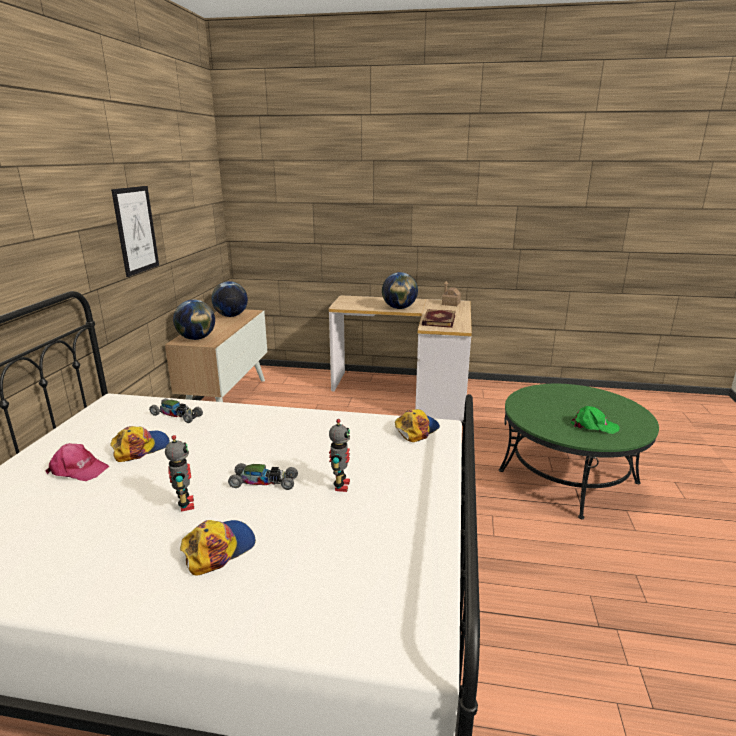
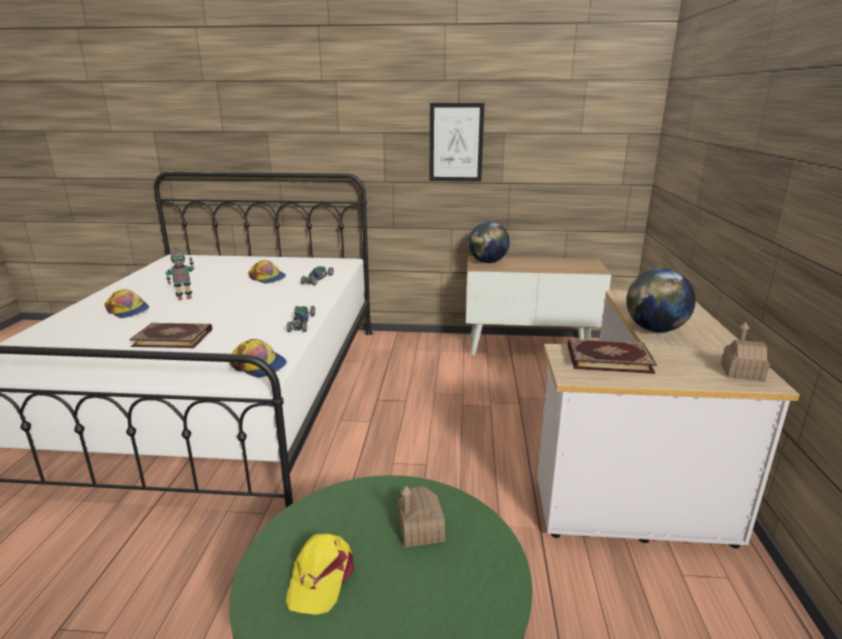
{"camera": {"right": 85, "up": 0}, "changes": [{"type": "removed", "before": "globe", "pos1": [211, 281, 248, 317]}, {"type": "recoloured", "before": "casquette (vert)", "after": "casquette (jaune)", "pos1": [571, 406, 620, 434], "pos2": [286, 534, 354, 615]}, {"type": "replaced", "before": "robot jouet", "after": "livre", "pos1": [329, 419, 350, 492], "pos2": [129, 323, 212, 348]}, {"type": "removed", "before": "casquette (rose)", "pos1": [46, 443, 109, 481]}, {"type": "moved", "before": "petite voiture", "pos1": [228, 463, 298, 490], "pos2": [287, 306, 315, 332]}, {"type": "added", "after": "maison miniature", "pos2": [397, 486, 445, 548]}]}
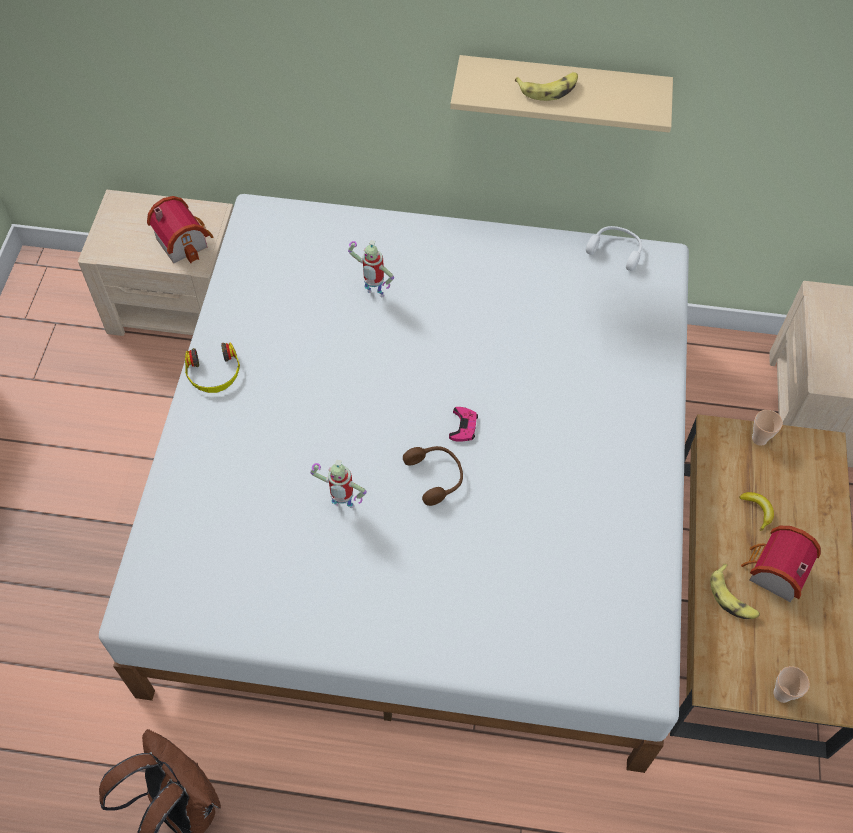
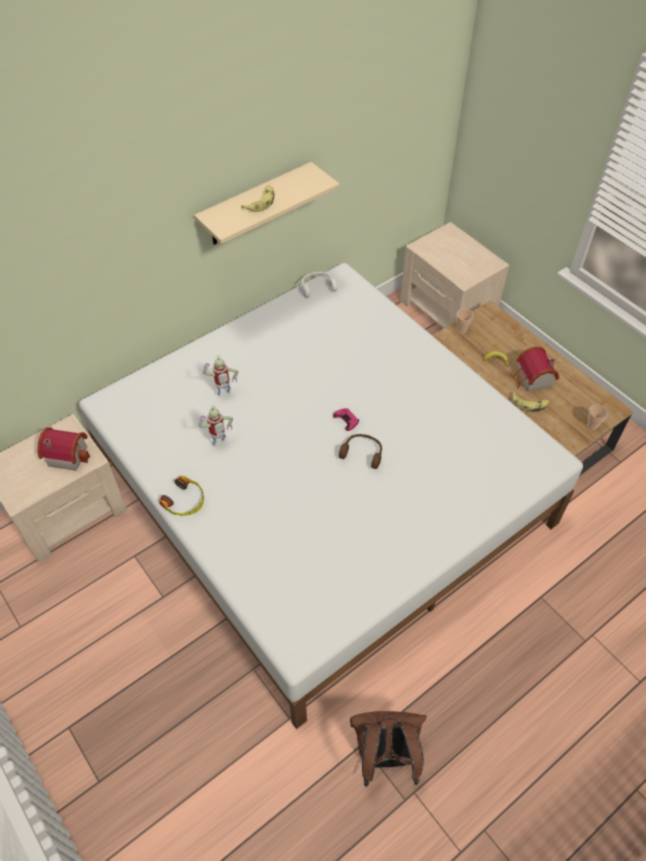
{"camera": {"right": -45, "up": -5}, "changes": [{"type": "moved", "before": "robot jouet", "pos1": [310, 460, 367, 508], "pos2": [199, 404, 233, 446]}]}
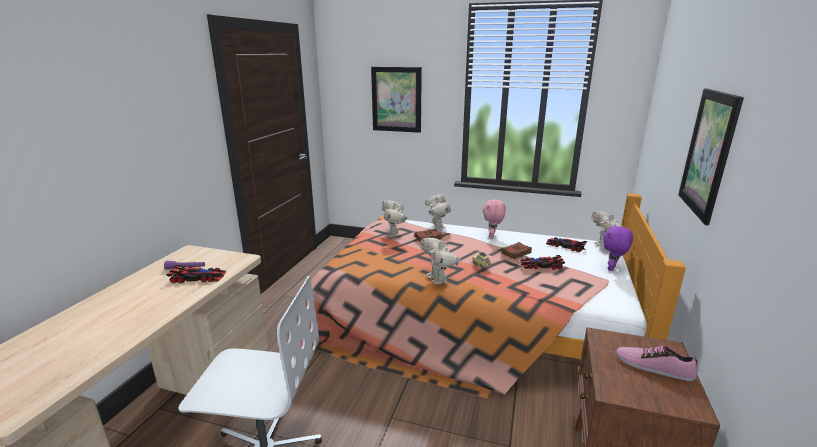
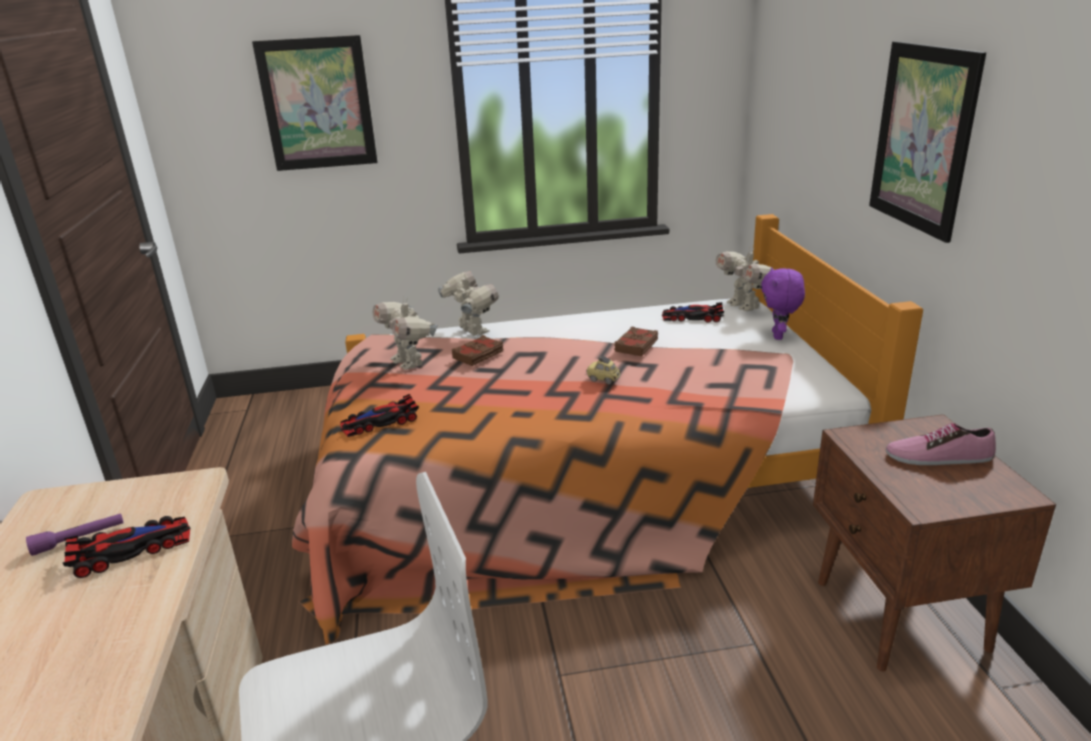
{"camera": {"right": -25, "up": 5}, "changes": [{"type": "removed", "before": "peluche (rose)", "pos1": [483, 199, 505, 238]}, {"type": "removed", "before": "robot jouet", "pos1": [420, 237, 461, 284]}, {"type": "moved", "before": "petite voiture", "pos1": [520, 255, 565, 270], "pos2": [340, 394, 419, 437]}]}
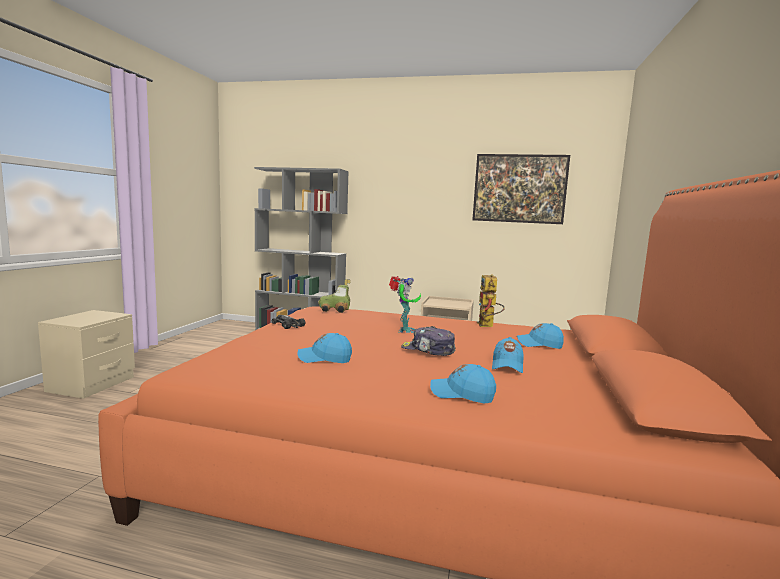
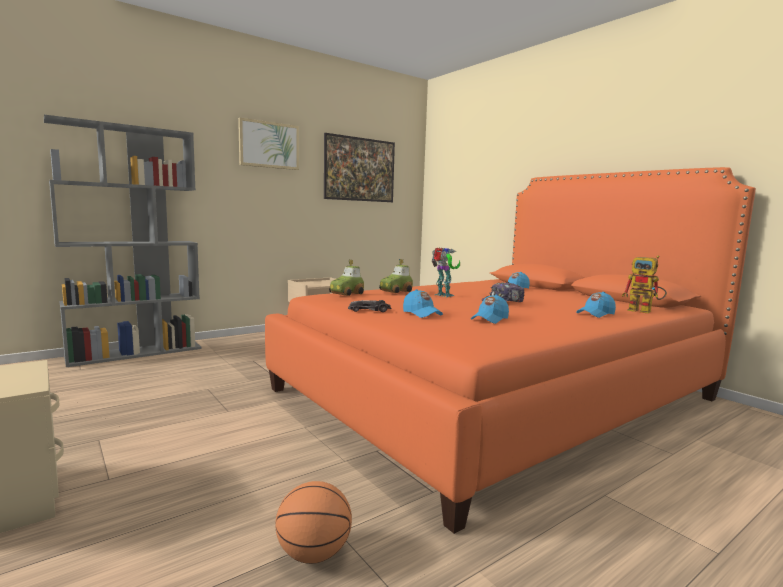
{"camera": {"right": -50, "up": 0}, "changes": [{"type": "moved", "before": "robot jouet", "pos1": [477, 274, 505, 327], "pos2": [622, 255, 667, 313]}, {"type": "moved", "before": "casquette (bleu)", "pos1": [492, 337, 524, 373], "pos2": [403, 289, 443, 318]}, {"type": "added", "after": "tableau", "pos2": [238, 118, 299, 170]}, {"type": "added", "after": "petite voiture", "pos2": [379, 259, 413, 293]}, {"type": "added", "after": "ballon de basket", "pos2": [275, 481, 352, 564]}]}
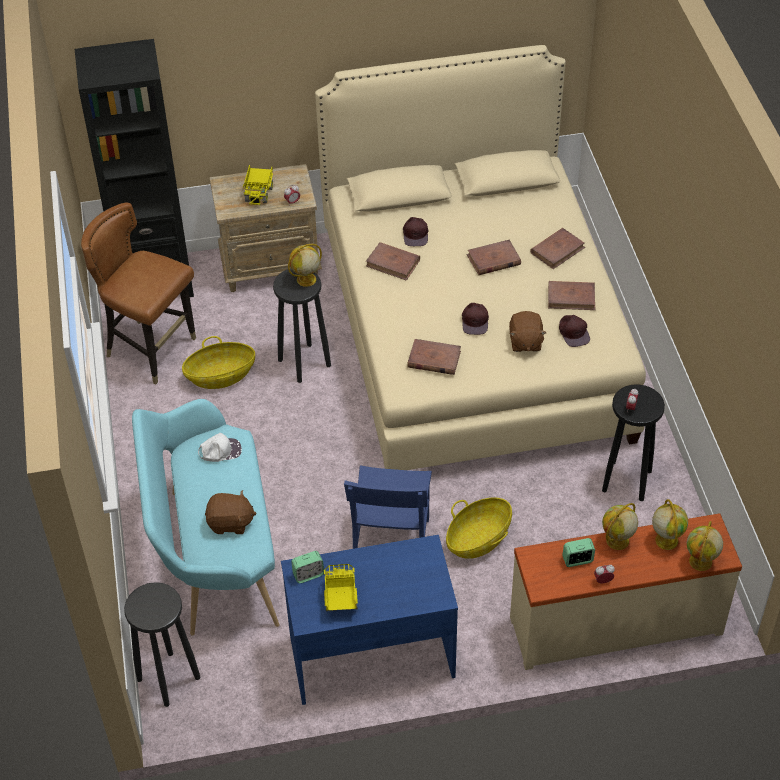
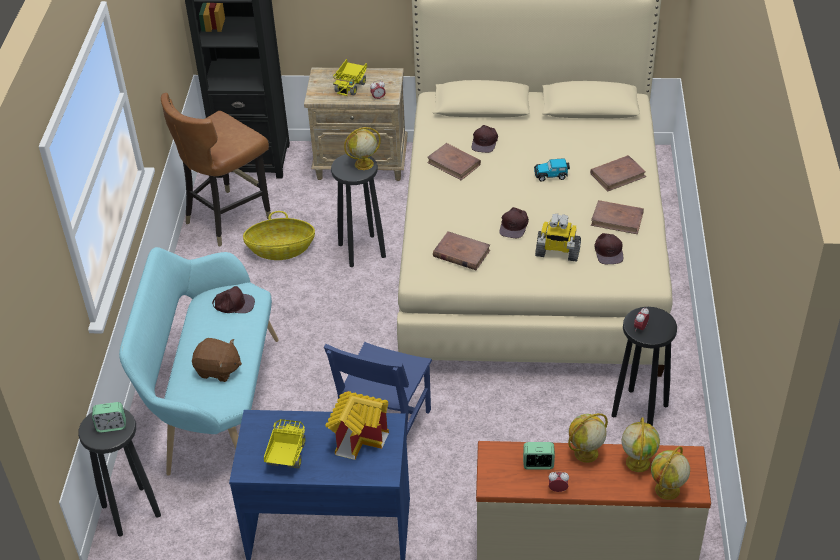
{"camera": {"right": 15, "up": -5}, "changes": [{"type": "turned", "before": "chaise (marron)", "pos1": [81, 202, 196, 385], "pos2": [161, 93, 272, 247], "turn": -90}, {"type": "replaced", "before": "livre (marron)", "after": "petite voiture", "pos1": [467, 240, 521, 275], "pos2": [534, 158, 570, 181]}, {"type": "replaced", "before": "peluche (marron)", "after": "robot jouet", "pos1": [509, 311, 546, 352], "pos2": [535, 214, 581, 262]}, {"type": "recoloured", "before": "casquette (blanc)", "after": "casquette (marron)", "pos1": [198, 433, 242, 462], "pos2": [212, 286, 255, 313]}, {"type": "removed", "before": "panier", "pos1": [446, 497, 512, 559]}, {"type": "moved", "before": "réveil", "pos1": [291, 551, 324, 583], "pos2": [92, 402, 126, 433]}, {"type": "added", "after": "maison miniature", "pos2": [326, 391, 389, 460]}]}
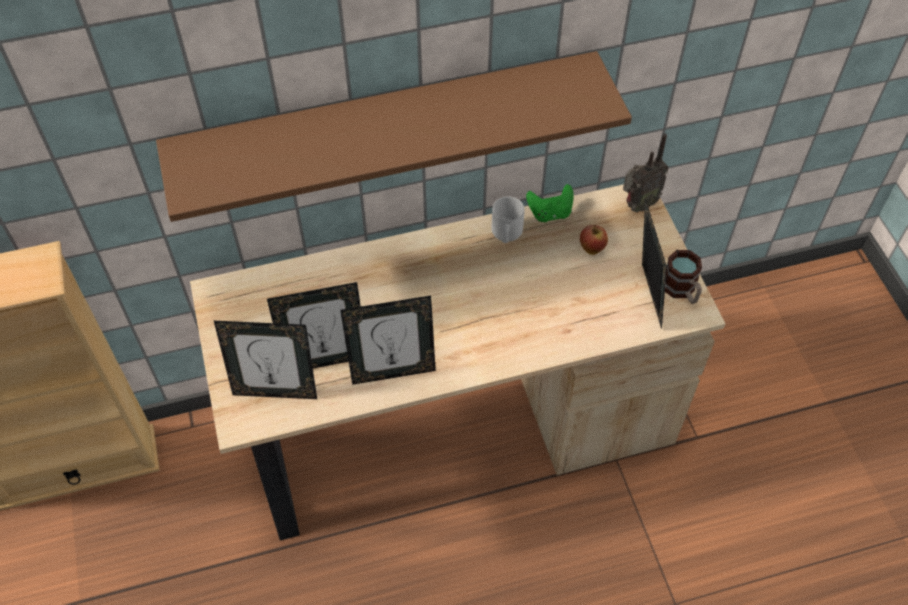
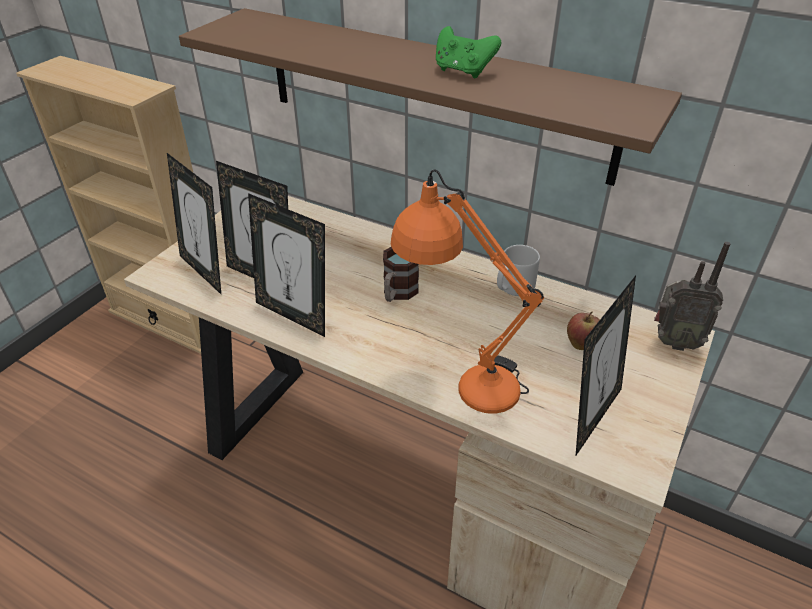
{"camera": {"right": 45, "up": -15}, "changes": [{"type": "moved", "before": "manette (vert)", "pos1": [526, 184, 573, 222], "pos2": [436, 26, 501, 78]}, {"type": "moved", "before": "mug", "pos1": [665, 250, 702, 304], "pos2": [383, 247, 419, 302]}, {"type": "added", "after": "lampe de table (orange)", "pos2": [391, 169, 544, 414]}]}
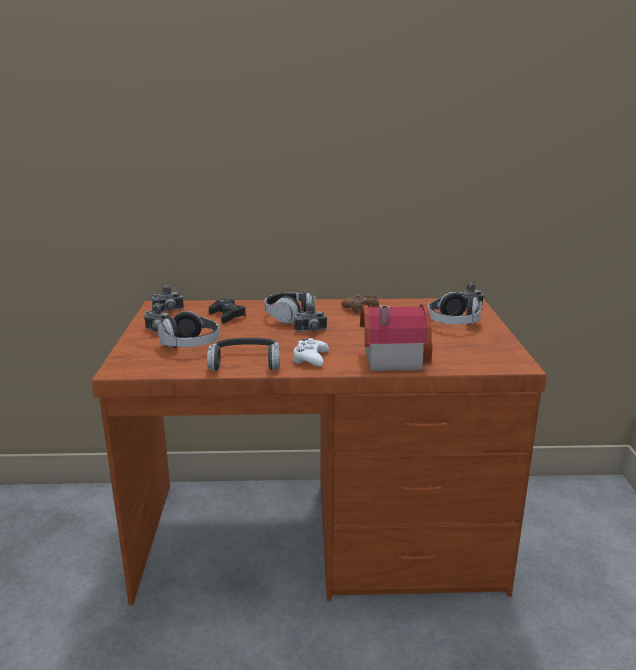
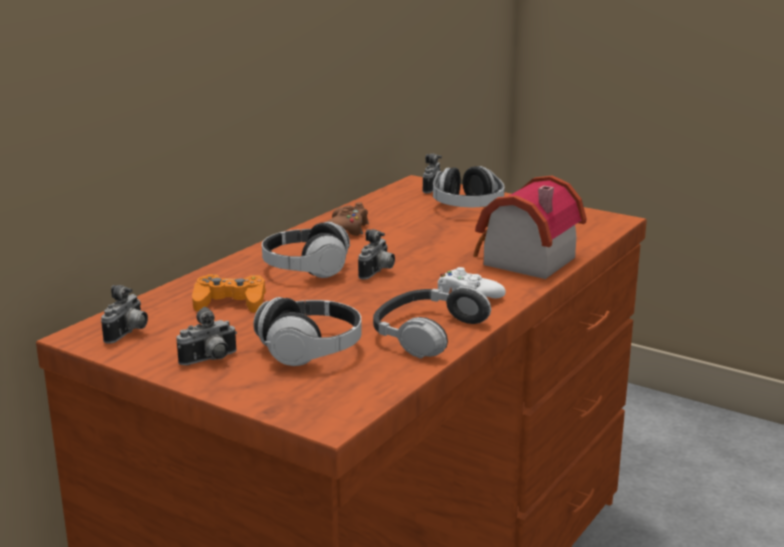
{"camera": {"right": -55, "up": 0}, "changes": [{"type": "recoloured", "before": "manette (noir)", "after": "manette (orange)", "pos1": [209, 299, 246, 324], "pos2": [192, 274, 266, 313]}]}
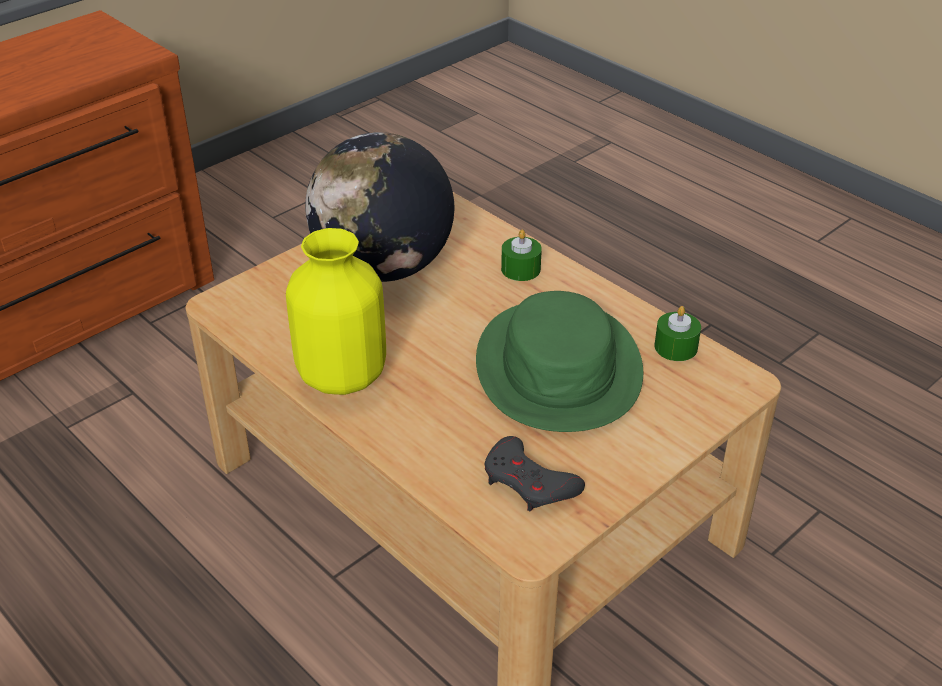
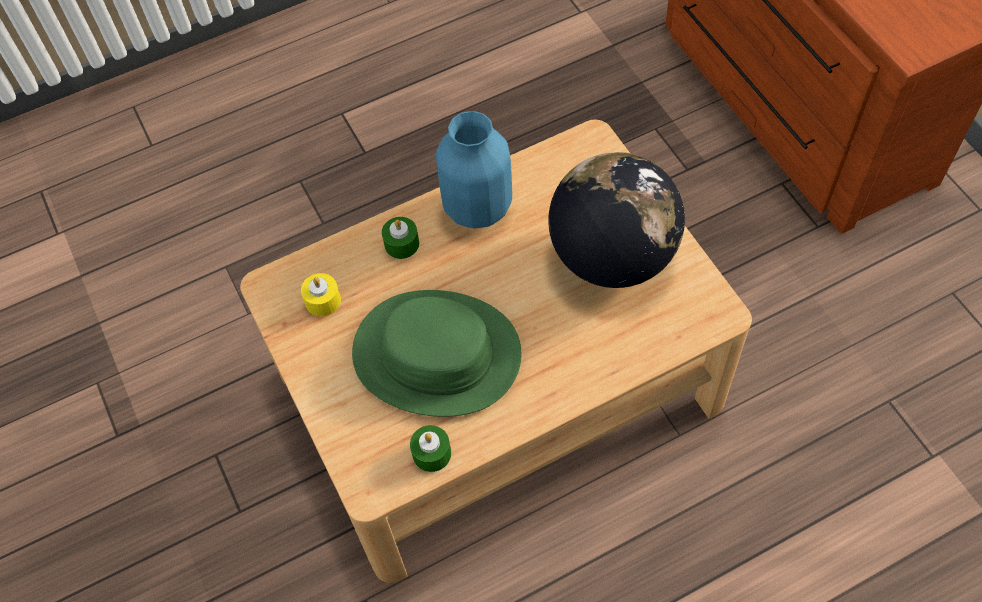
{"camera": {"right": 110, "up": 20}, "changes": [{"type": "recoloured", "before": "vase (jaune)", "after": "vase (bleu)", "pos1": [286, 228, 386, 395], "pos2": [436, 111, 512, 229]}, {"type": "moved", "before": "bougie (vert)", "pos1": [501, 229, 542, 281], "pos2": [382, 217, 419, 259]}, {"type": "replaced", "before": "manette (gris)", "after": "bougie (jaune)", "pos1": [485, 436, 585, 511], "pos2": [301, 273, 341, 316]}]}
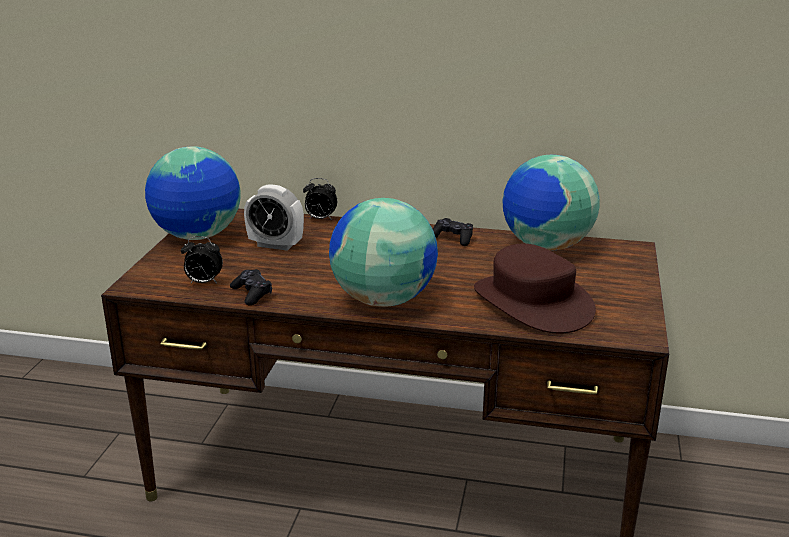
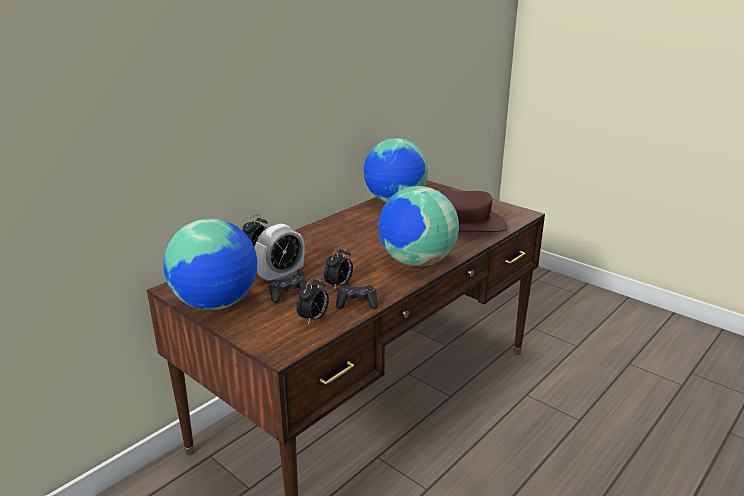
{"camera": {"right": -60, "up": 0}, "changes": [{"type": "moved", "before": "manette (noir)", "pos1": [433, 218, 473, 246], "pos2": [269, 274, 308, 303]}, {"type": "added", "after": "réveil", "pos2": [324, 246, 353, 290]}]}
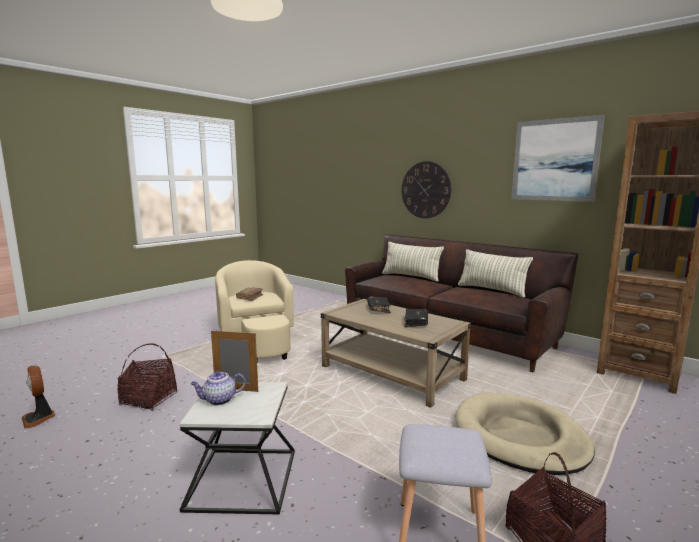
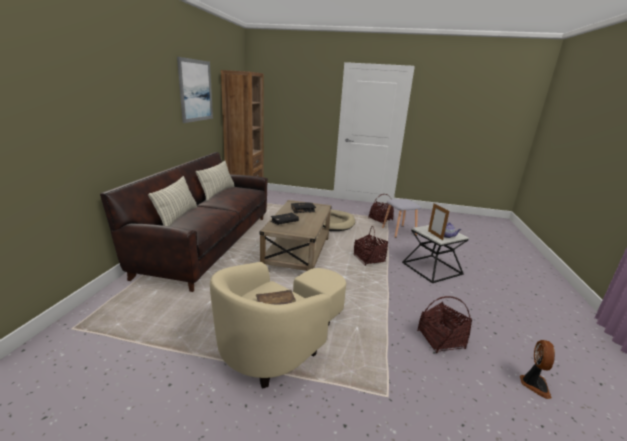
{"camera": {"right": -120, "up": 10}, "changes": [{"type": "removed", "before": "horloge murale", "pos1": [402, 161, 451, 218]}, {"type": "added", "after": "panier", "pos2": [354, 226, 388, 266]}]}
